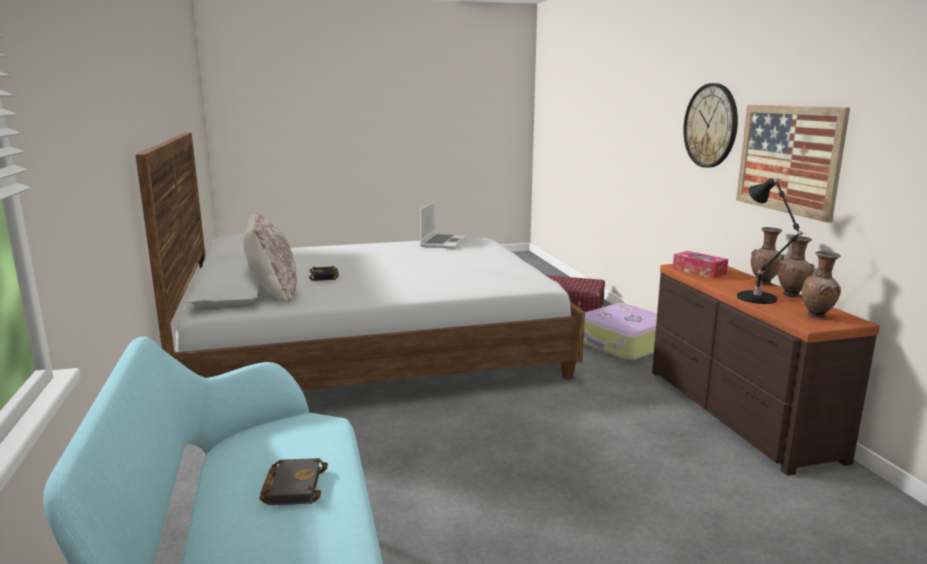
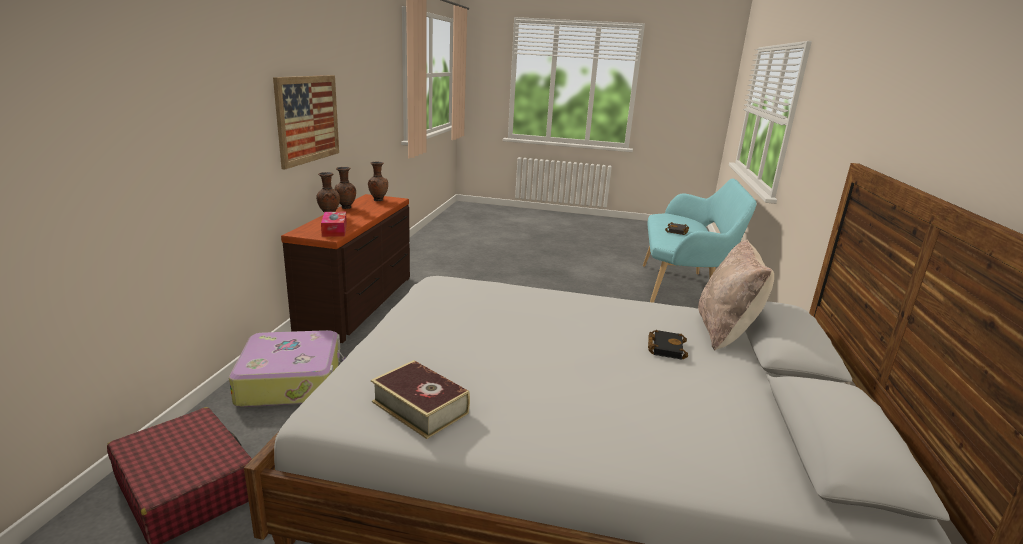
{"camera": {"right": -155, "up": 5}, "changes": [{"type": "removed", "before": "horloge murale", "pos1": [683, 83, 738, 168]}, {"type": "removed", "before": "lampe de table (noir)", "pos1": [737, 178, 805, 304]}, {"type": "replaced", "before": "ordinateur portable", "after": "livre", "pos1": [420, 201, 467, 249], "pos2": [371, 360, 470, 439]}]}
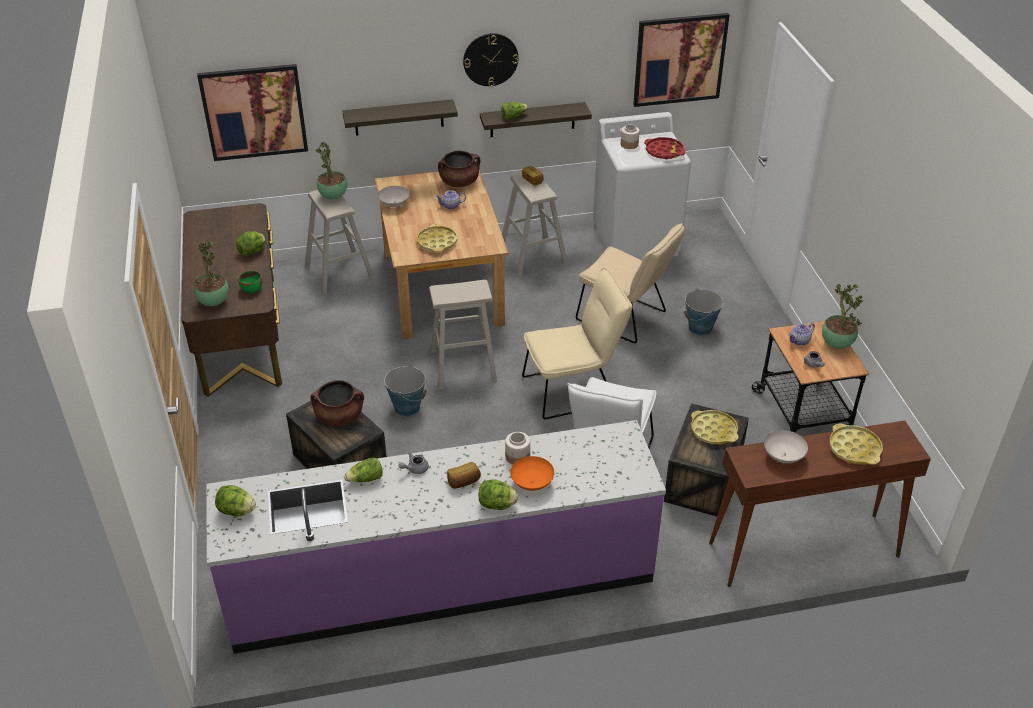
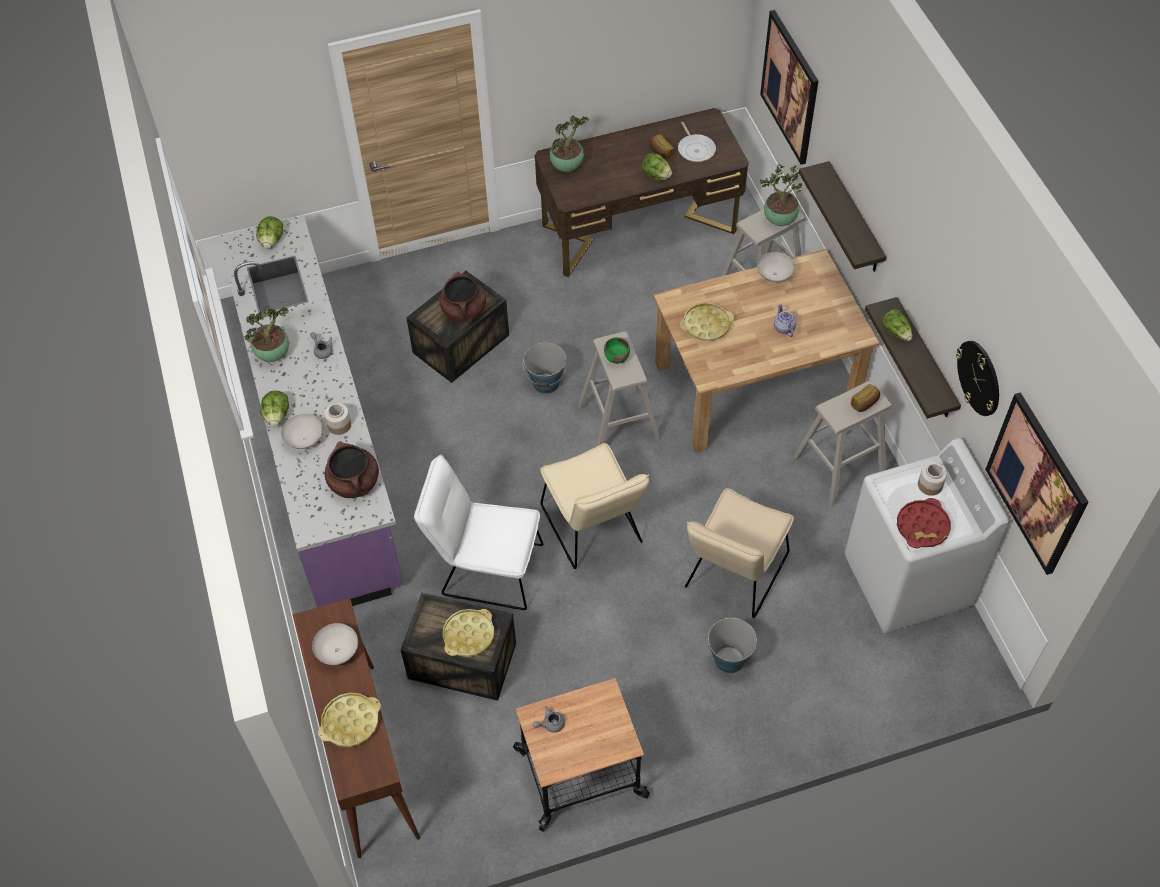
{"camera": {"right": 85, "up": 15}, "changes": [{"type": "moved", "before": "horloge murale", "pos1": [463, 33, 519, 87], "pos2": [956, 341, 999, 416]}, {"type": "moved", "before": "marmite (marron)", "pos1": [438, 151, 480, 187], "pos2": [325, 441, 379, 498]}, {"type": "moved", "before": "bol (vert)", "pos1": [238, 270, 263, 294], "pos2": [604, 337, 630, 364]}, {"type": "moved", "before": "plante en pot", "pos1": [822, 284, 864, 349], "pos2": [245, 306, 289, 362]}, {"type": "removed", "before": "théière", "pos1": [789, 323, 815, 346]}, {"type": "recoloured", "before": "bol (orange)", "after": "bol (blanc)", "pos1": [510, 456, 554, 491], "pos2": [281, 414, 323, 449]}, {"type": "removed", "before": "laitue", "pos1": [344, 458, 383, 482]}, {"type": "moved", "before": "pain", "pos1": [447, 462, 481, 489], "pos2": [649, 134, 674, 160]}, {"type": "added", "after": "poêle", "pos2": [678, 122, 716, 162]}]}
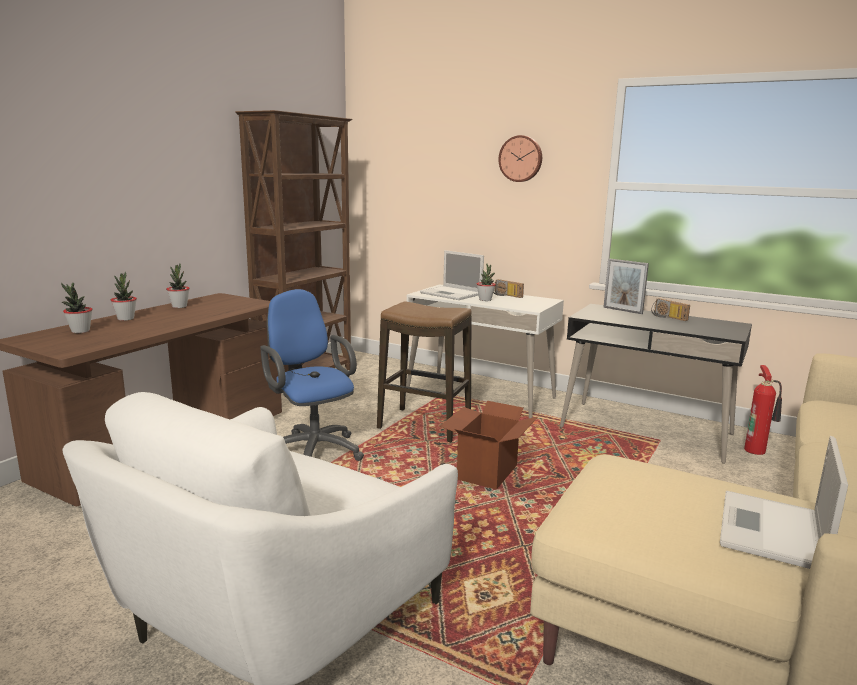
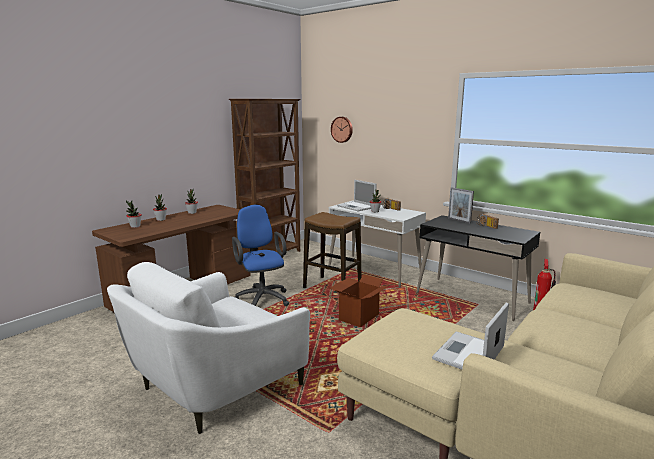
{"camera": {"right": 10, "up": 0}, "changes": [{"type": "moved", "before": "horloge murale", "pos1": [498, 135, 542, 182], "pos2": [331, 117, 353, 143]}]}
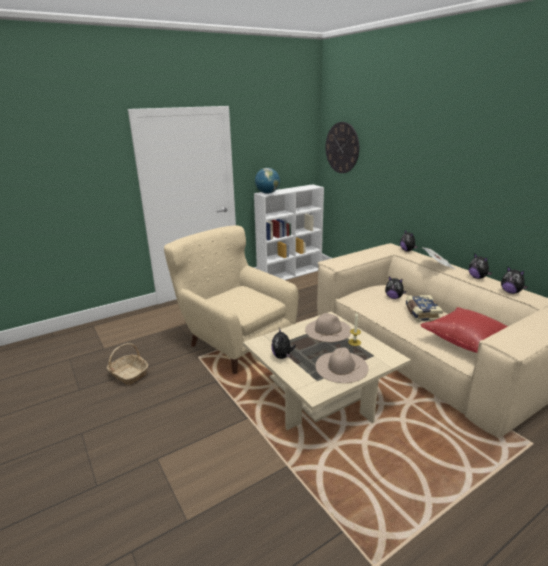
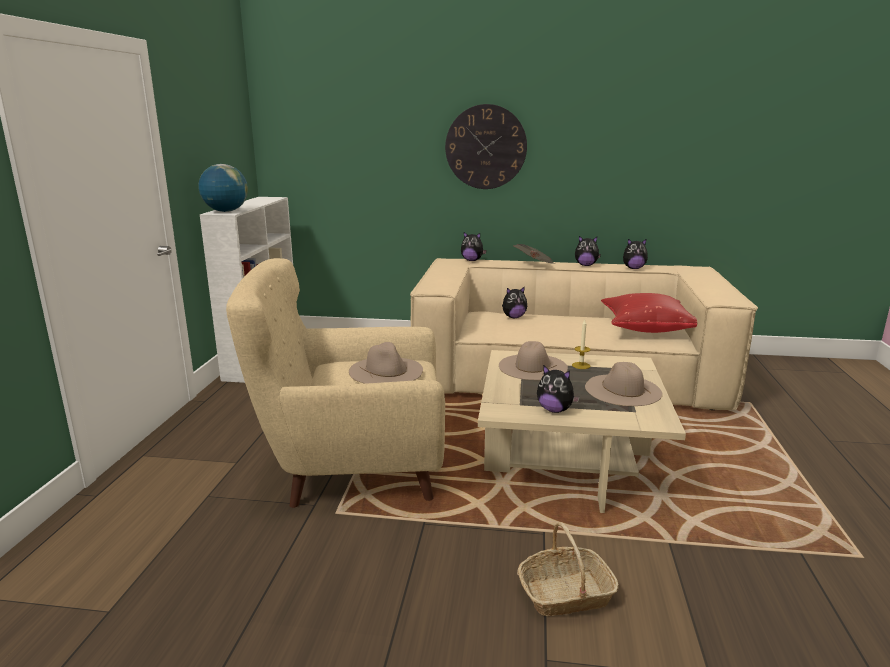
{"camera": {"right": -50, "up": -5}, "changes": [{"type": "moved", "before": "horloge murale", "pos1": [326, 122, 359, 173], "pos2": [445, 104, 527, 189]}, {"type": "removed", "before": "livre", "pos1": [405, 295, 443, 322]}, {"type": "moved", "before": "panier", "pos1": [107, 343, 148, 385], "pos2": [517, 522, 619, 616]}, {"type": "added", "after": "chapeau (beige)", "pos2": [349, 342, 423, 384]}]}
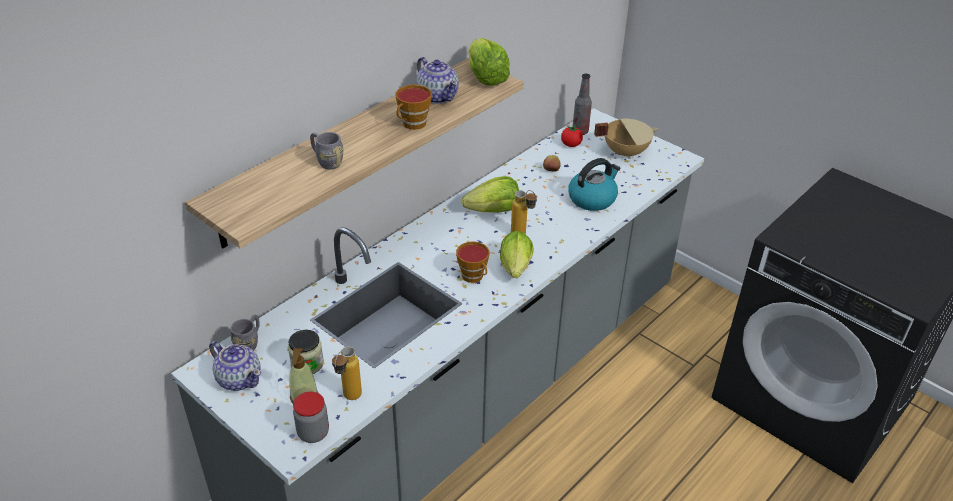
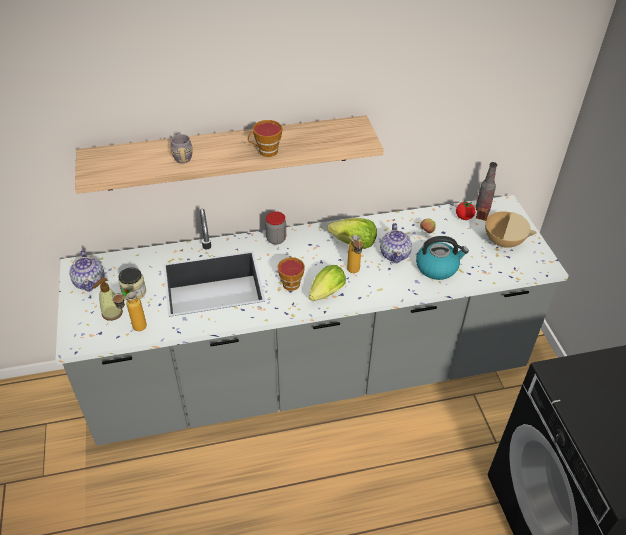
{"camera": {"right": 35, "up": 5}, "changes": [{"type": "removed", "before": "laitue", "pos1": [468, 38, 510, 86]}, {"type": "moved", "before": "théière", "pos1": [416, 57, 459, 104], "pos2": [380, 223, 412, 263]}, {"type": "removed", "before": "mug (gris)", "pos1": [230, 315, 260, 351]}, {"type": "moved", "before": "bocal", "pos1": [293, 392, 329, 443], "pos2": [265, 211, 286, 245]}]}
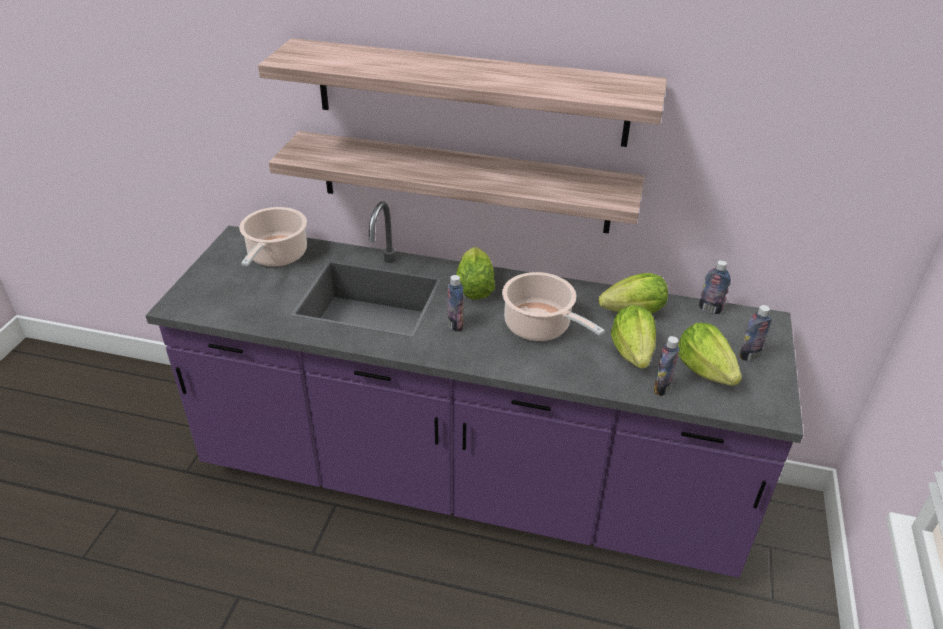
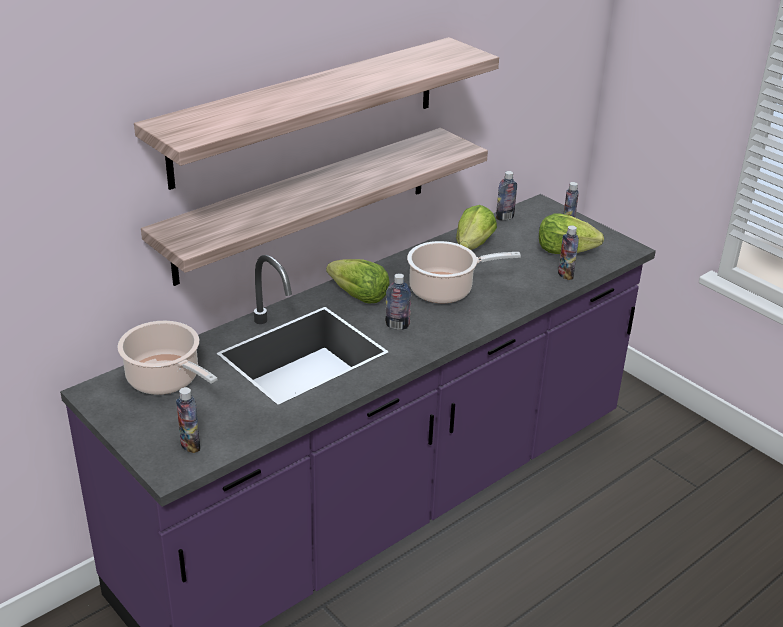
{"camera": {"right": -55, "up": -5}, "changes": [{"type": "removed", "before": "laitue", "pos1": [611, 305, 656, 368]}, {"type": "added", "after": "bouteille", "pos2": [176, 387, 200, 453]}]}
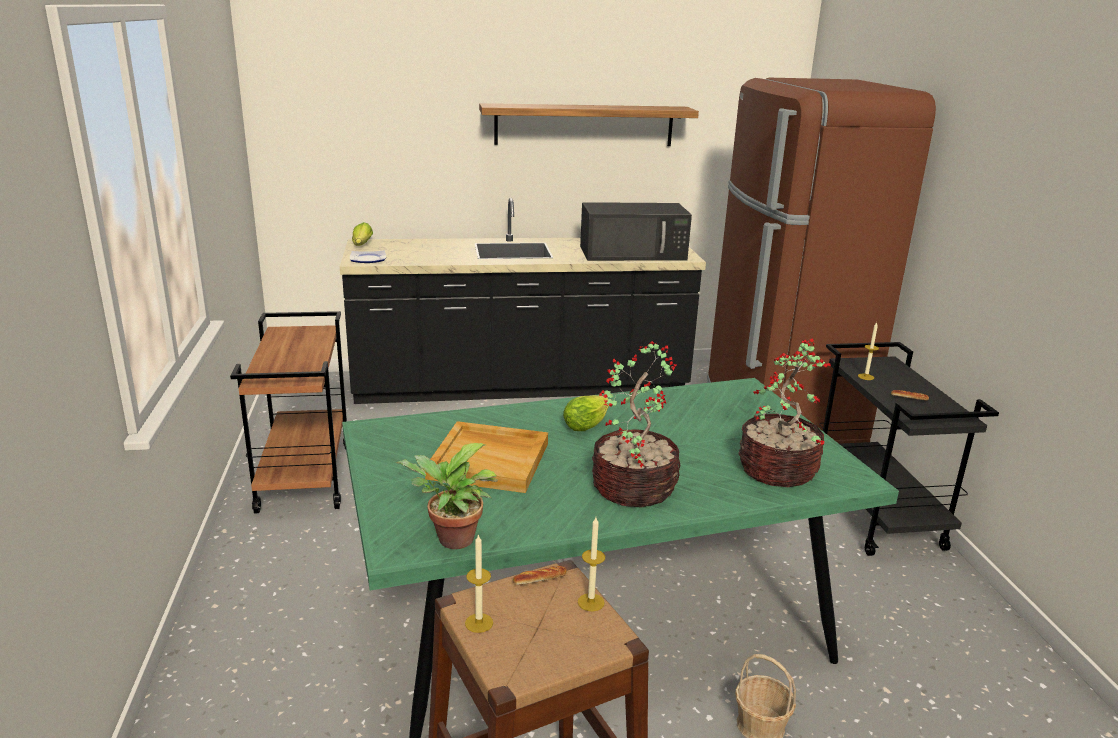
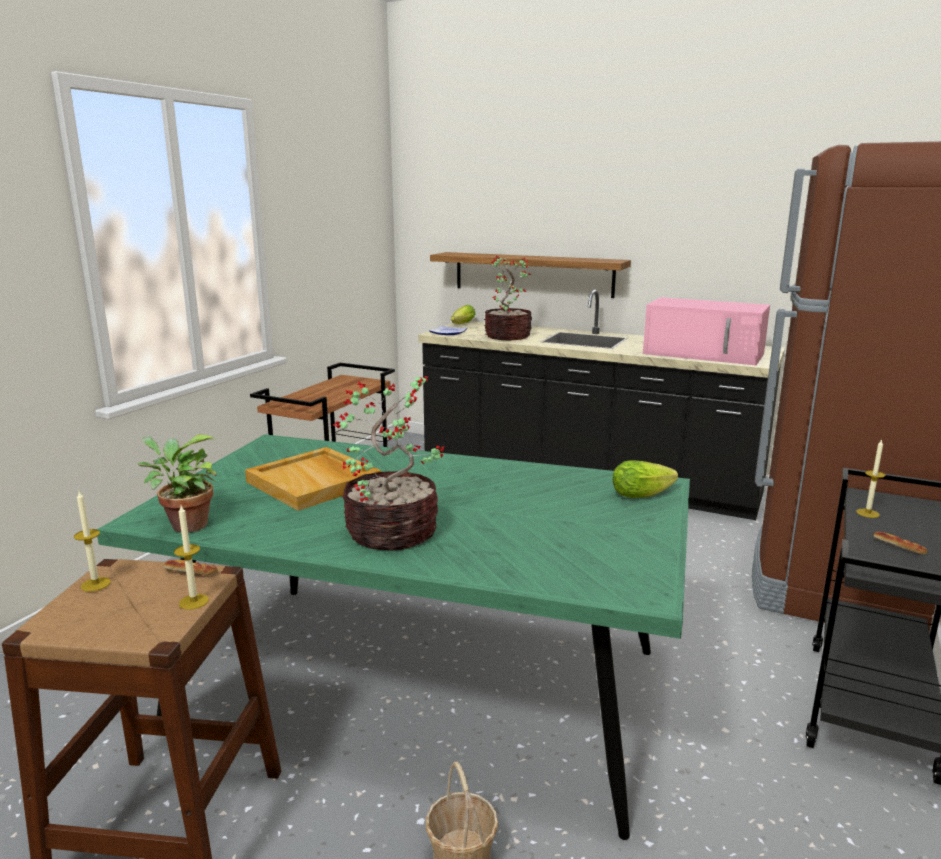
{"camera": {"right": 35, "up": -5}, "changes": [{"type": "moved", "before": "étagère", "pos1": [479, 103, 699, 146], "pos2": [430, 252, 631, 298]}, {"type": "recoloured", "before": "micro-ondes (noir)", "after": "micro-ondes (rose)", "pos1": [580, 202, 692, 261], "pos2": [643, 297, 770, 366]}, {"type": "moved", "before": "plante en pot", "pos1": [738, 339, 831, 487], "pos2": [484, 255, 532, 340]}, {"type": "moved", "before": "laitue", "pos1": [563, 395, 609, 431], "pos2": [613, 460, 678, 498]}]}
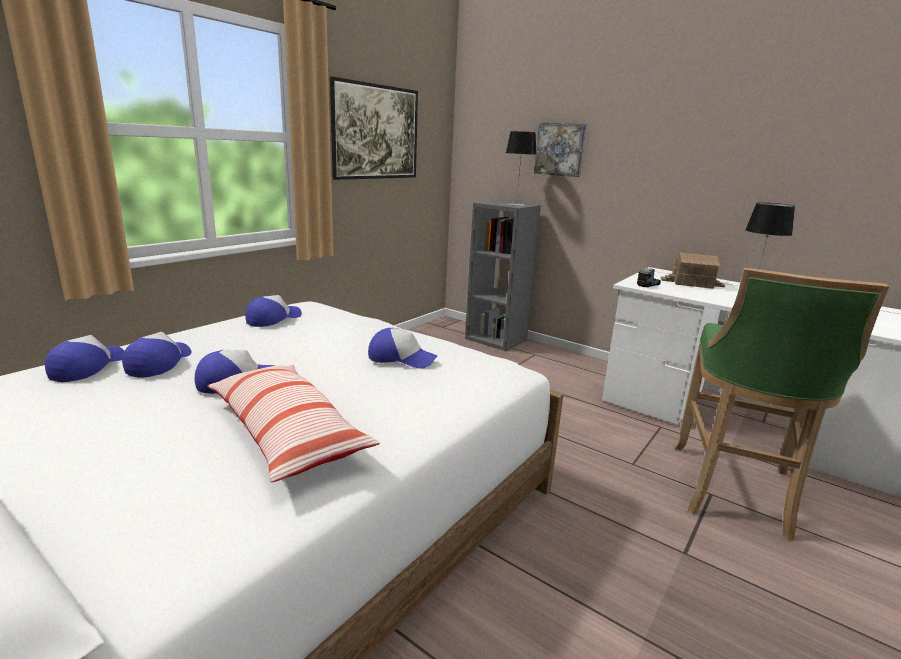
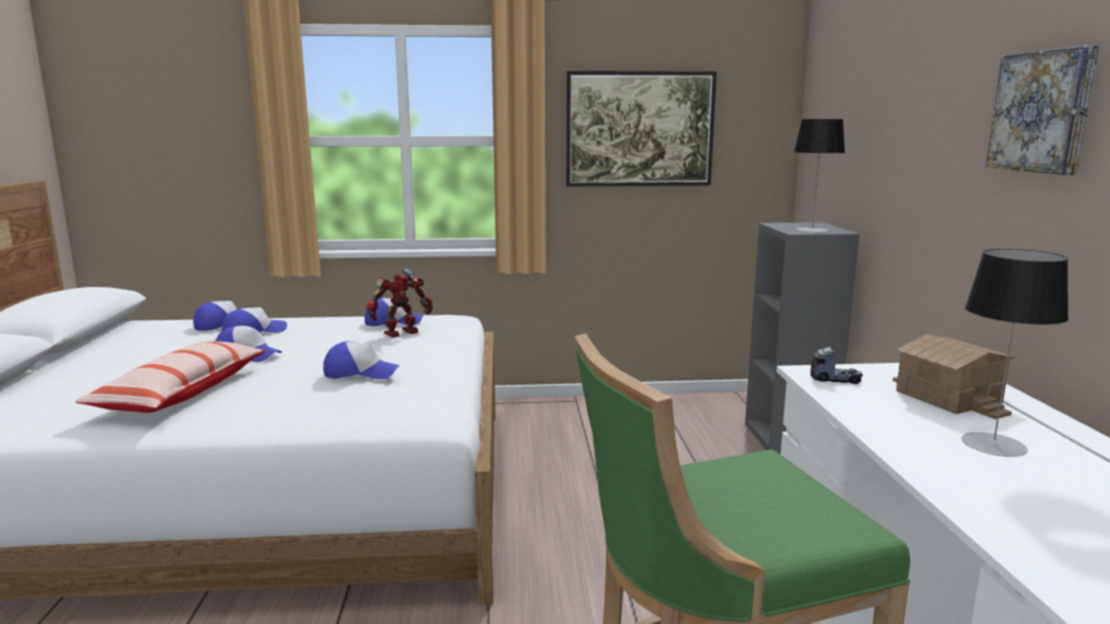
{"camera": {"right": 50, "up": -5}, "changes": [{"type": "moved", "before": "tableau", "pos1": [534, 123, 587, 177], "pos2": [986, 45, 1099, 175]}, {"type": "turned", "before": "casquette", "pos1": [368, 328, 438, 369], "pos2": [323, 341, 400, 380], "turn": -60}, {"type": "added", "after": "robot jouet", "pos2": [366, 269, 433, 338]}]}
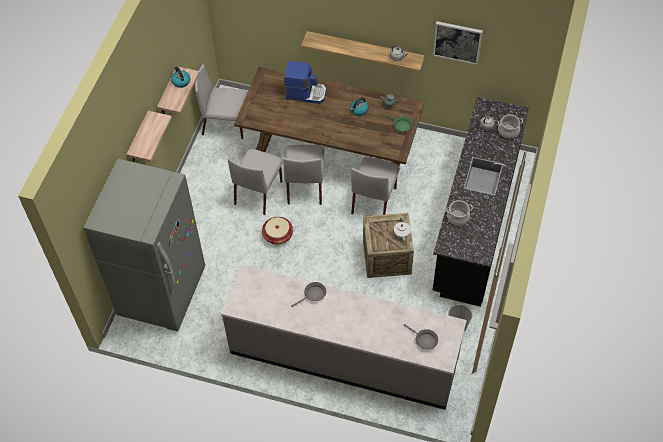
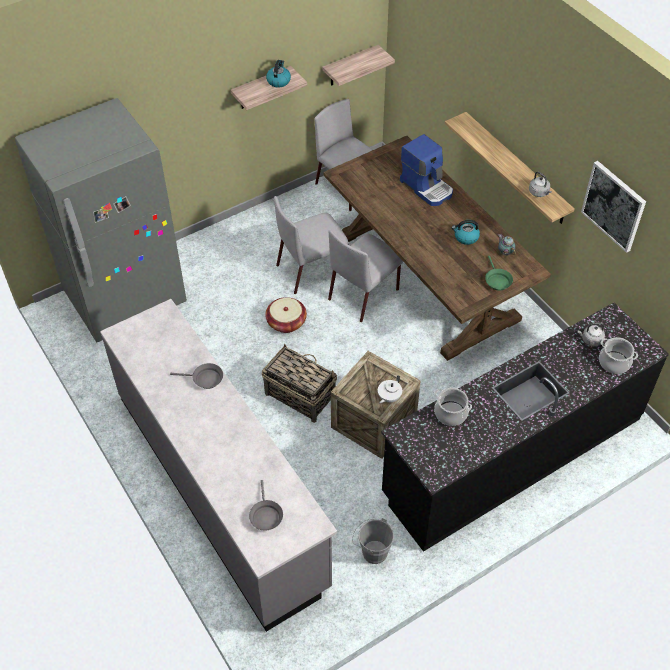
{"camera": {"right": 40, "up": -5}, "changes": [{"type": "moved", "before": "étagère", "pos1": [126, 111, 172, 162], "pos2": [322, 45, 395, 86]}, {"type": "removed", "before": "chaise (gris)", "pos1": [351, 157, 400, 215]}, {"type": "added", "after": "panier", "pos2": [262, 344, 337, 423]}]}
